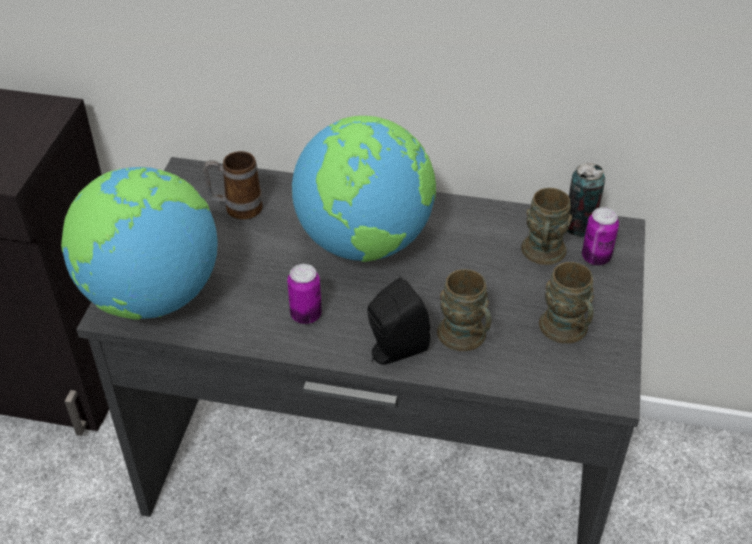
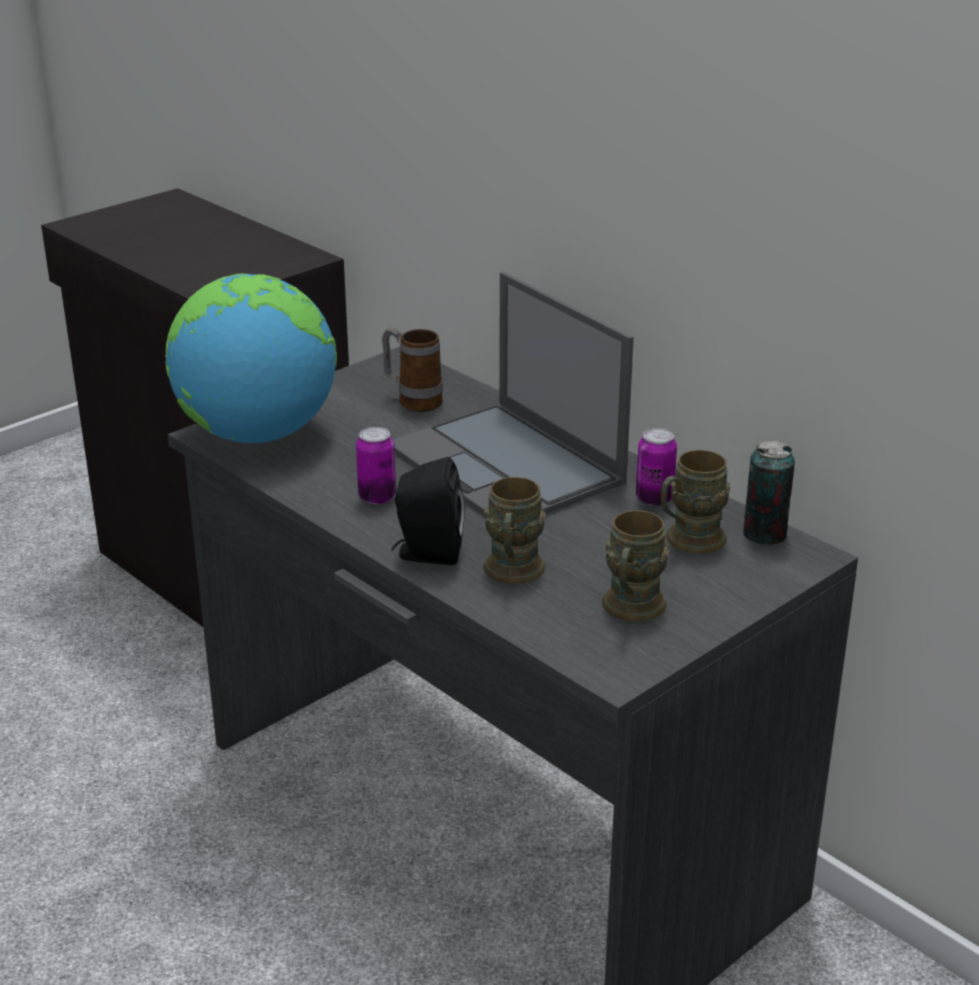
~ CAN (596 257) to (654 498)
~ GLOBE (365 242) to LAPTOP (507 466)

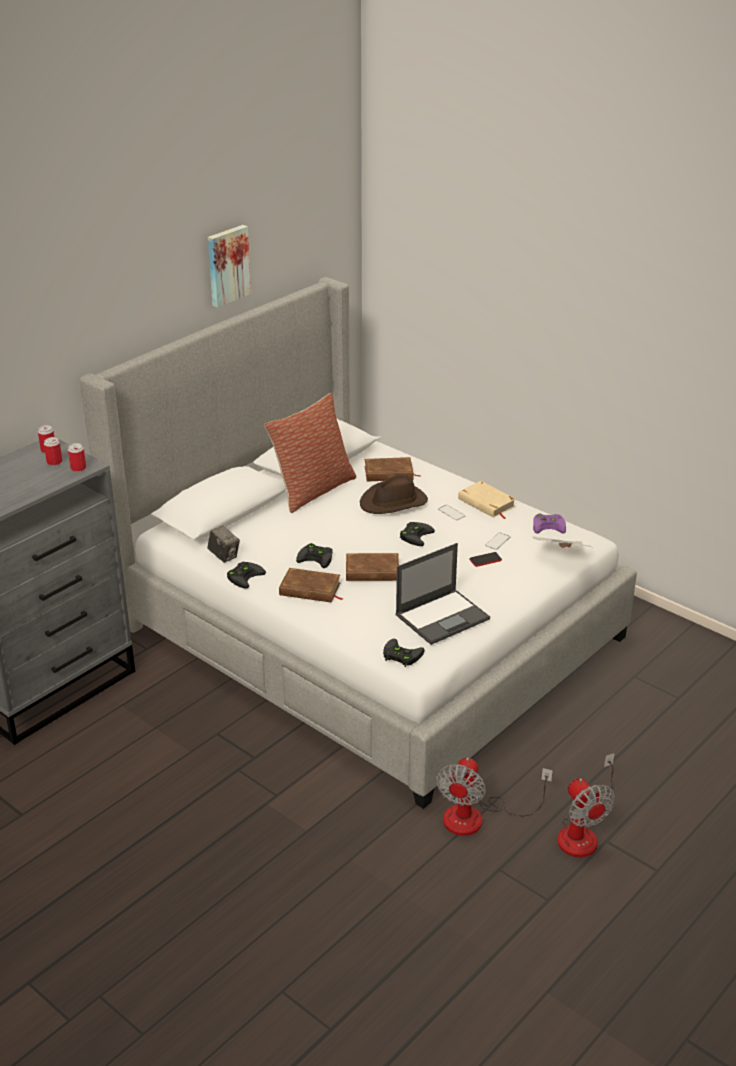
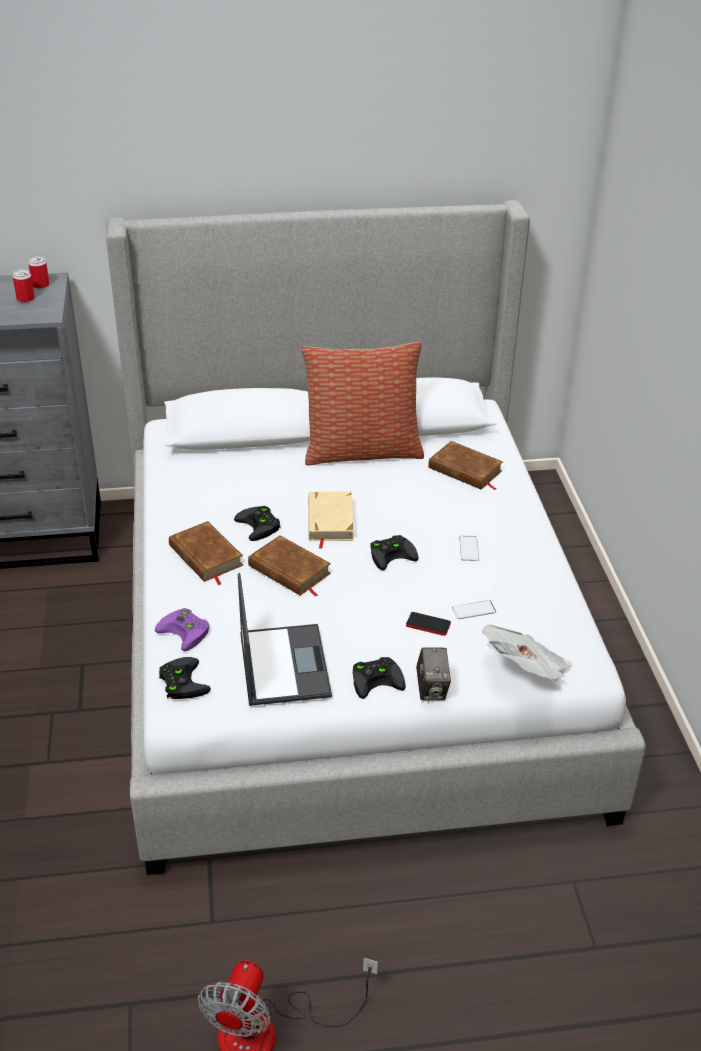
- CAN (78 468)
- PICTURE (227 265)
- BROWN HAT (394 502)
- FAN (477 817)
~ PHOTO CAMERA (224 556) to (432 689)
~ BLACK GAME CONTROLLER (244 576) to (377 678)
~ BEIGE BOOK (486 503) to (330 521)
~ PURPLE GAME CONTROLLER (549 525) to (186 631)
~ LAPTOP (443 616) = (283 664) 105 degrees counterclockwise

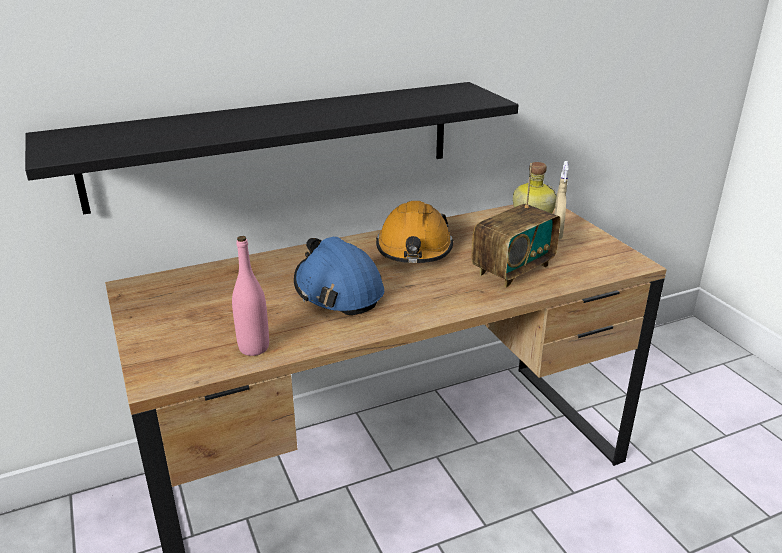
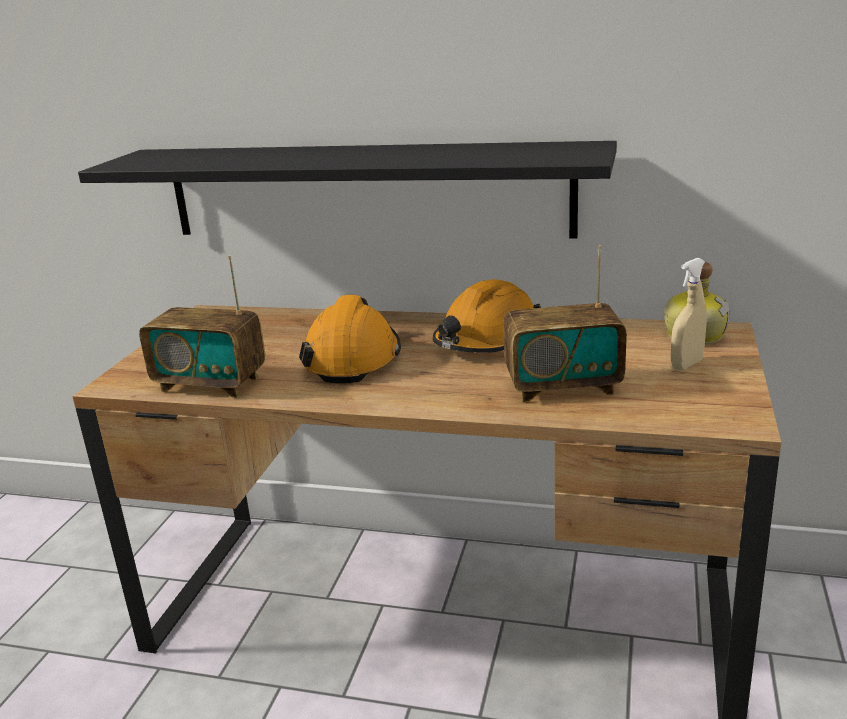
~ PINK BOTTLE (254 348) to RADIO (211 384)
~ BLUE HARD HAT (338 290) to ORANGE HARD HAT (352 358)

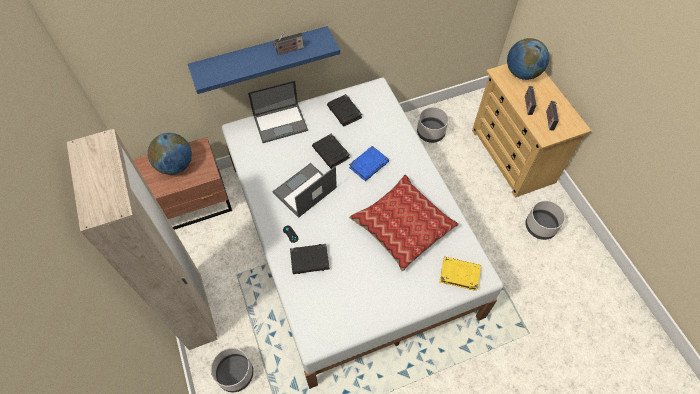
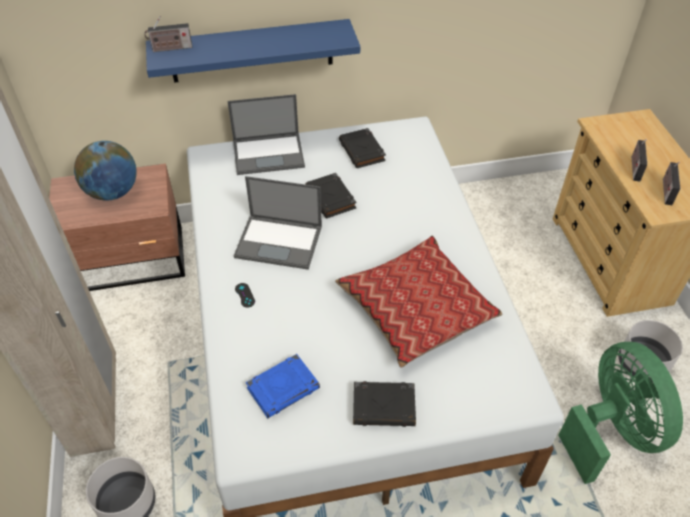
- GREY PLANTER (430 132)
- YELLOW BOOK (459 274)
- GLOBE (522 73)
+ GREEN FAN (611 430)
~ RADIO (289 50) to (170 48)
~ BLACK BOOK (310 260) to (384 406)
~ BLUE BOOK (369 164) to (283 388)
~ LAPTOP (304 191) = (280 241) 135 degrees counterclockwise

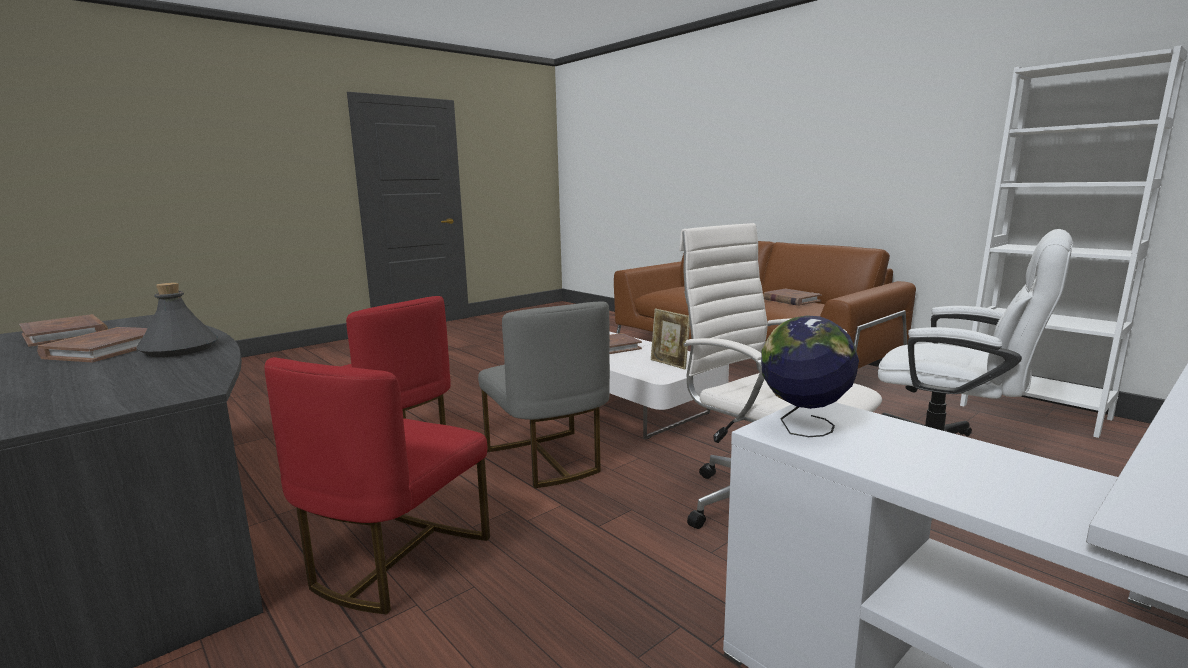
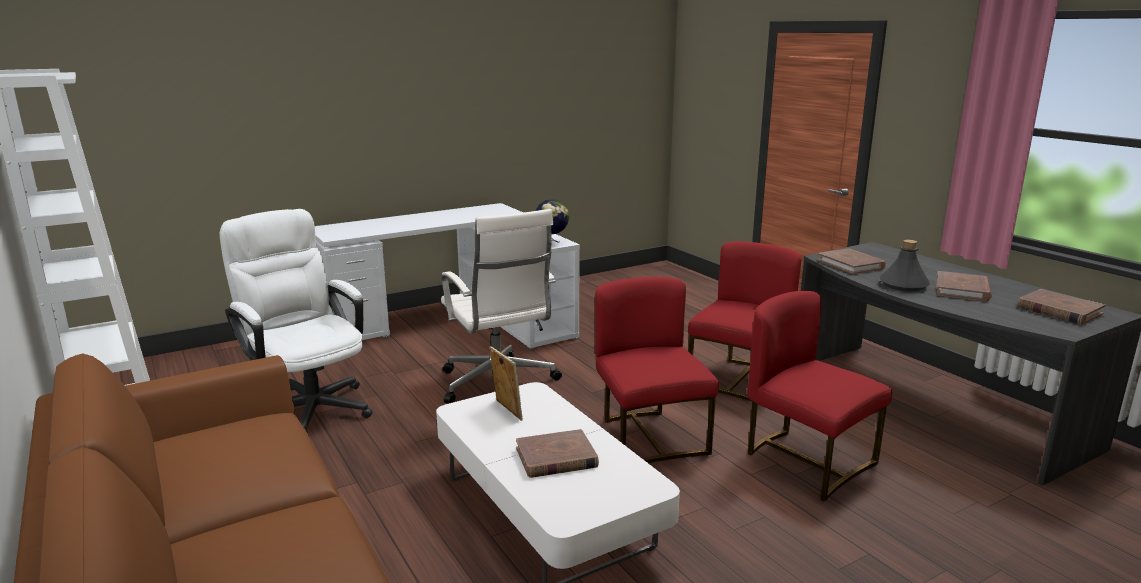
~ BROWN BOOK (791 300) to (850 264)
~ GREY CHAIR (547 459) to RED CHAIR (649 437)

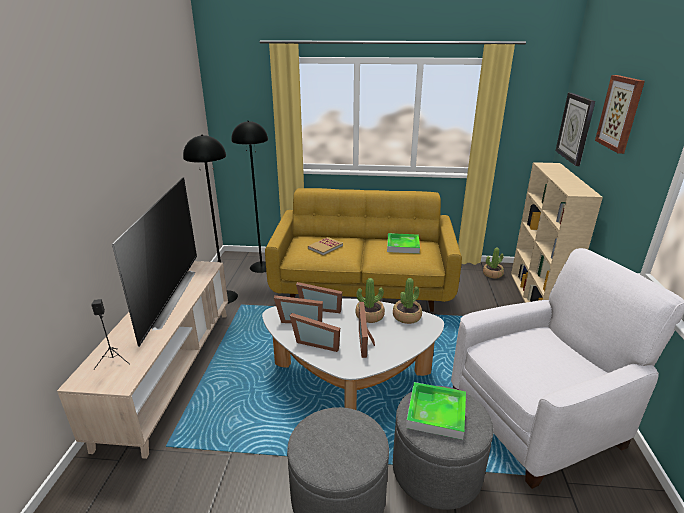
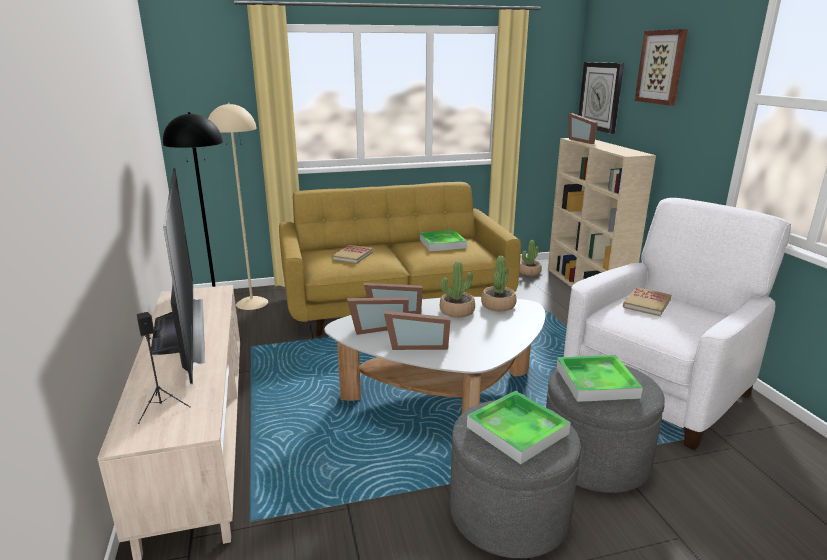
+ TRAY (517 430)
+ BOOK (646 303)
~ PICTURE FRAME (367 341) to (583 141)
~ BLACK FLOOR LAMP (261 267) to BEIGE FLOOR LAMP (252 303)

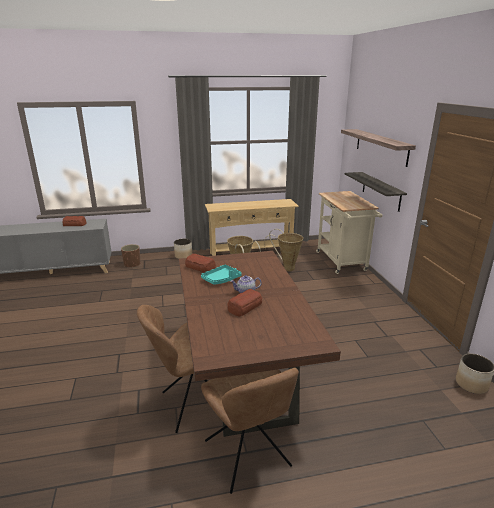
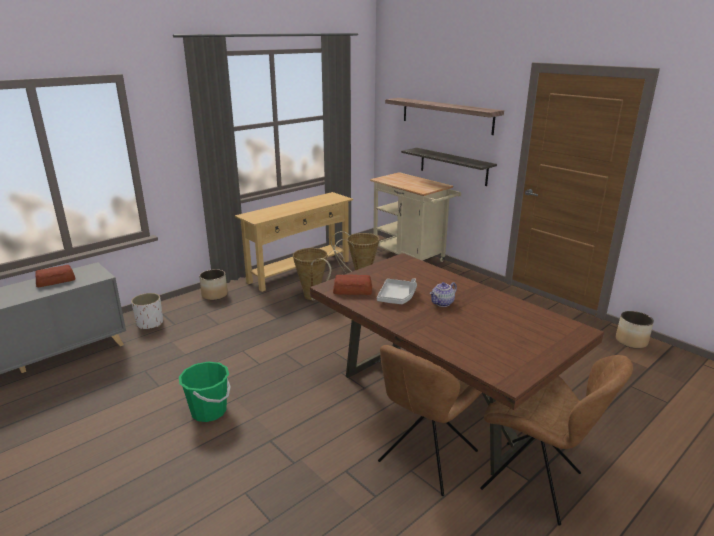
- BREAD (244 307)
+ GREEN BUCKET (209 411)
~ BROWN PLANTER (132 264) to WHITE PLANTER (150 323)
~ TURQUOISE TRAY (221 279) to GREY TRAY (397 297)

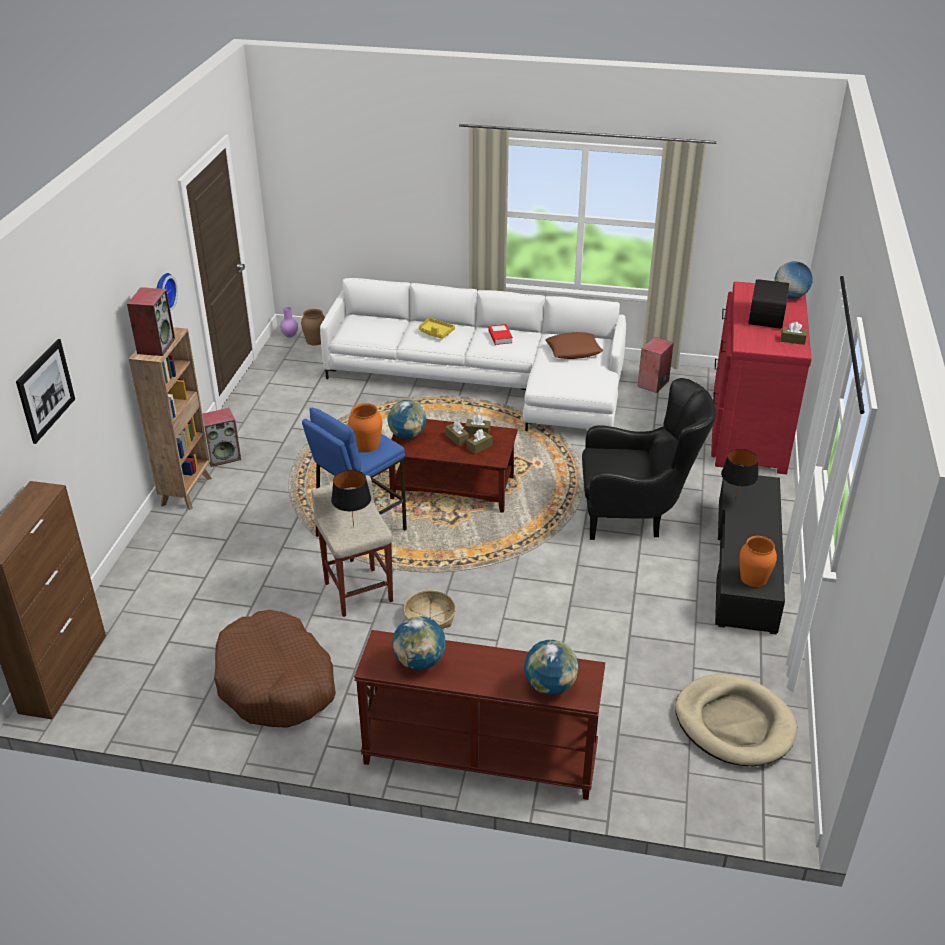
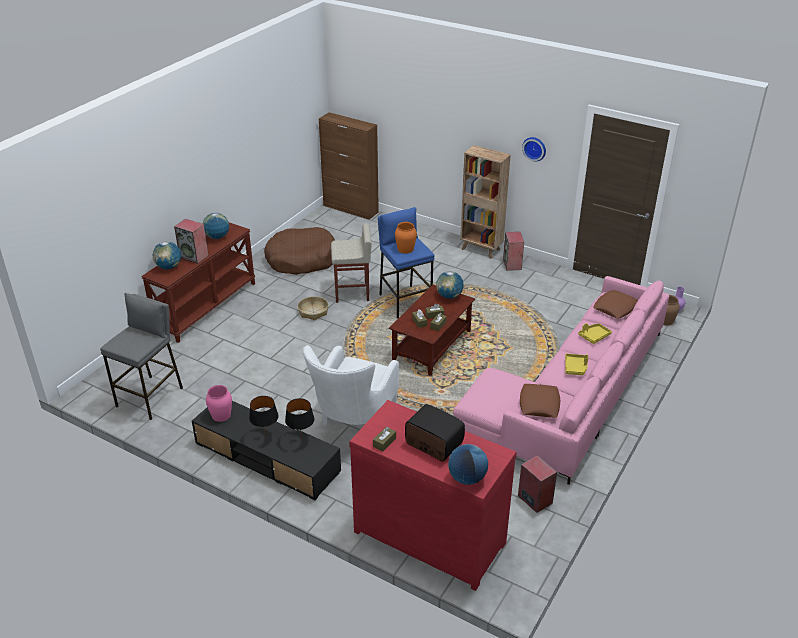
- PICTURE (45 390)
+ BROWN PILLOW (615 308)
~ SPEAKER (156 345) to (194 256)
~ BLACK TABLE LAMP (353 526) to (266 436)
~ BOOK (500 337) to YELLOW TRAY (575 368)
~ BEIGE DOG BED (734 724) to GREY STOOL (150 397)
~ WHITE SOFA (488 382) to PINK SOFA (570 396)
~ BLACK ARMCHAIR (636 515) to WHITE ARMCHAIR (352 422)
~ ORANGE VASE (754 578) to PINK VASE (221 415)

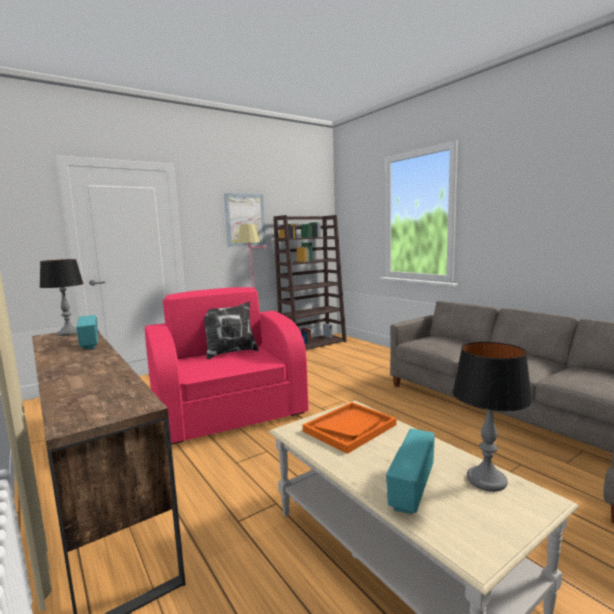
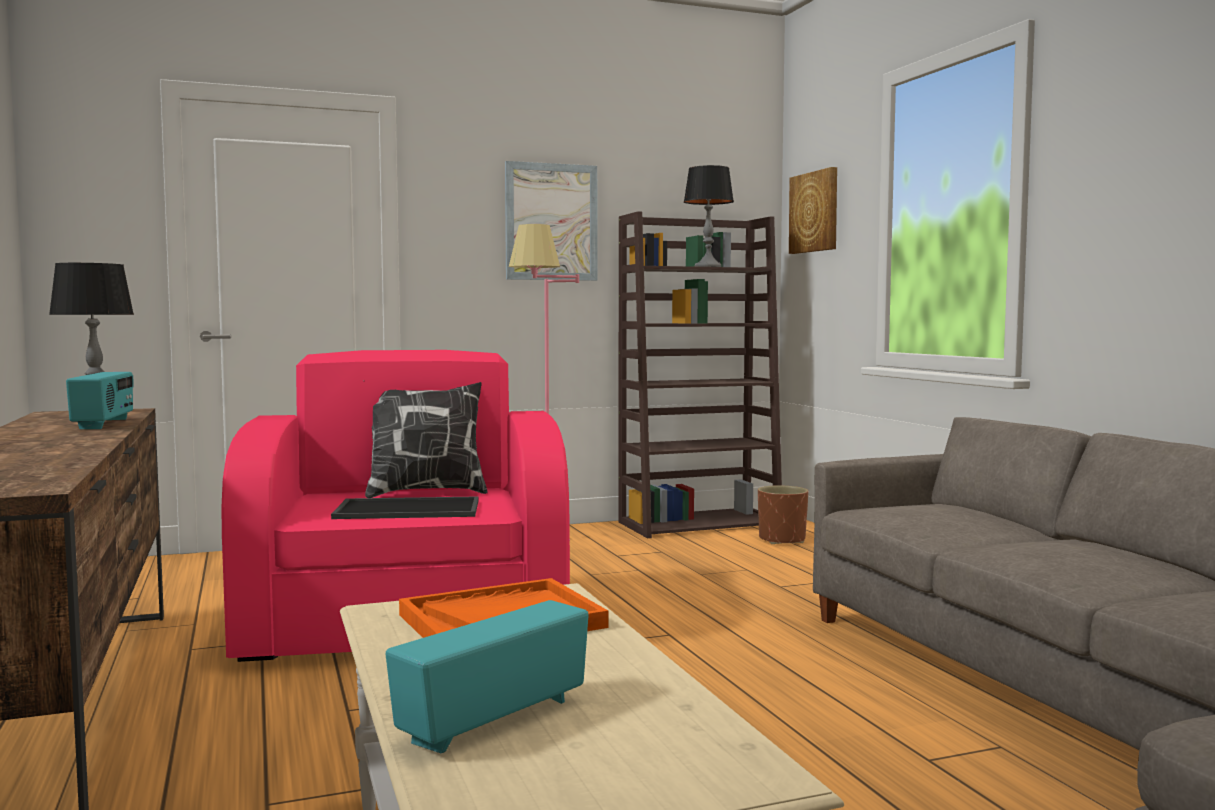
+ TRAY (410 509)
+ BROWN PLANTER (782 540)
+ PICTURE (815 212)
~ TABLE LAMP (487 480) to (708 267)

